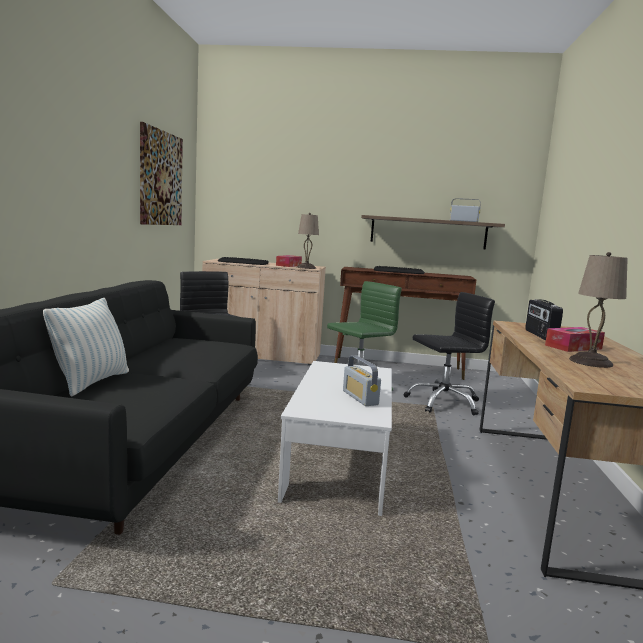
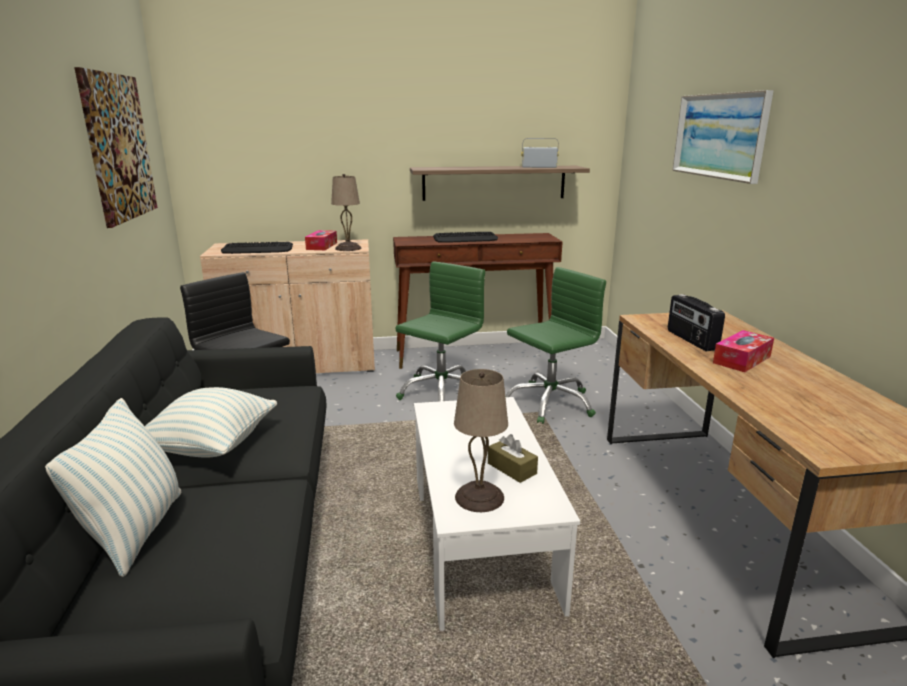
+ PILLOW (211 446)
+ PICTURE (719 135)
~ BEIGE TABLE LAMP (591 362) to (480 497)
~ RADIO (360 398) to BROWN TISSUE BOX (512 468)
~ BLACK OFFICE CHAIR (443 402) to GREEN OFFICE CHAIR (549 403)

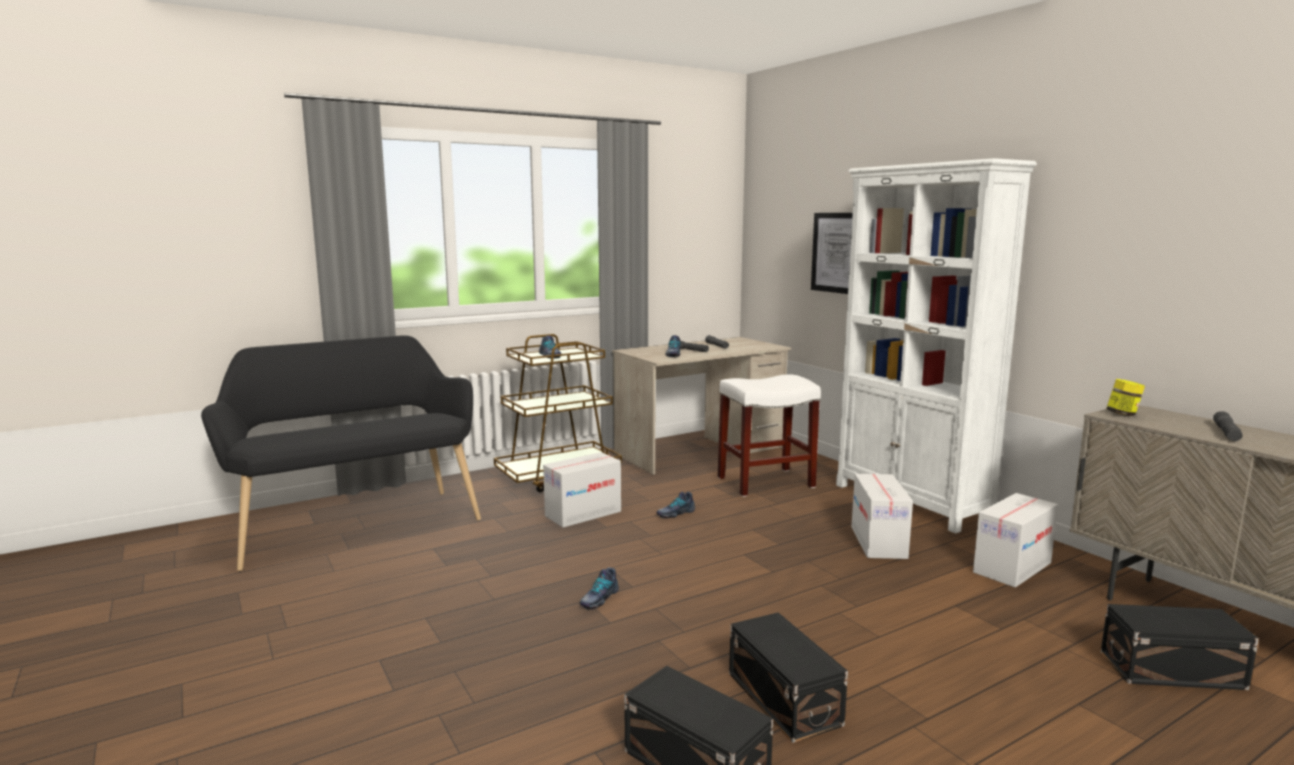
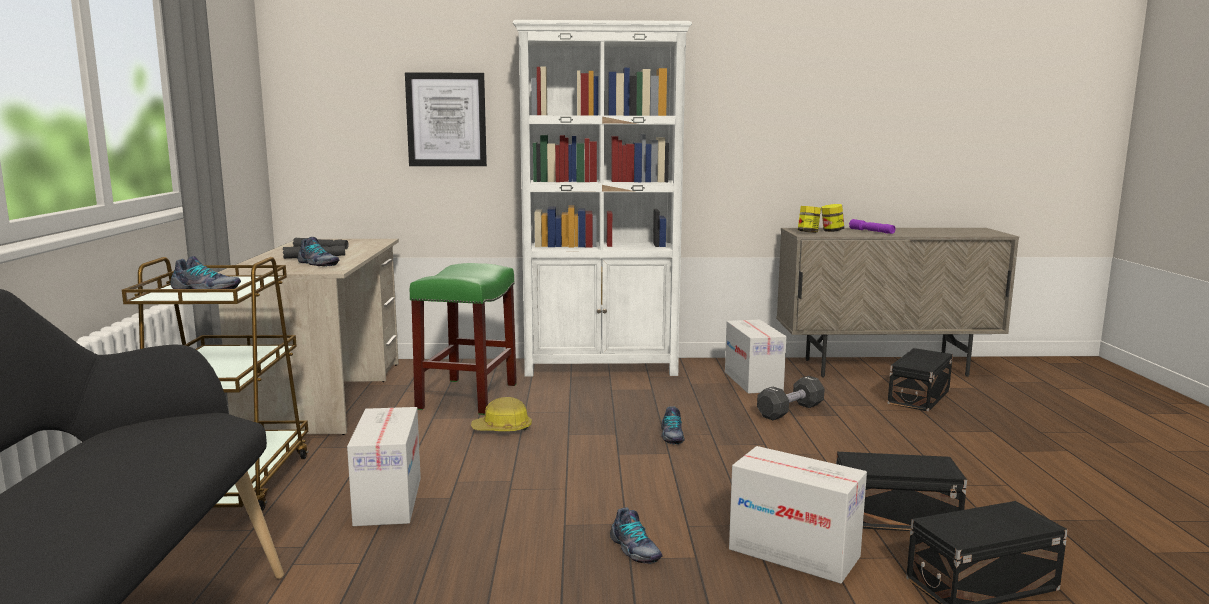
+ HARD HAT (502 429)
+ BLACK DUMBBELL (790 411)
+ JAR (831 231)
~ SHOE (675 513) to (671 436)
~ CARDBOARD BOX (878 542) to (794 553)
~ WHITE STOOL (765 482) to GREEN STOOL (468 396)
~ GREY FLASHLIGHT (1226 433) to PURPLE FLASHLIGHT (871 231)

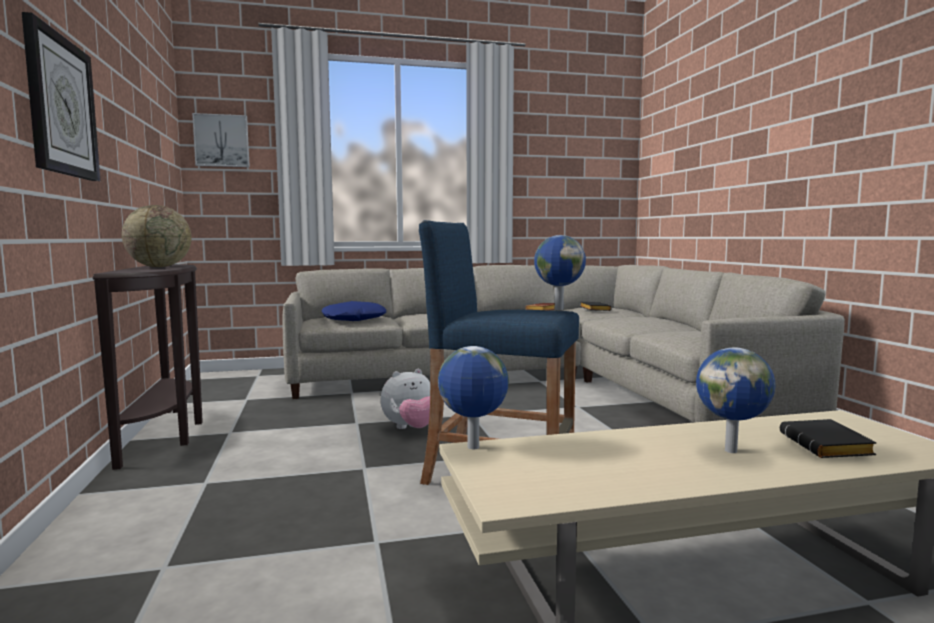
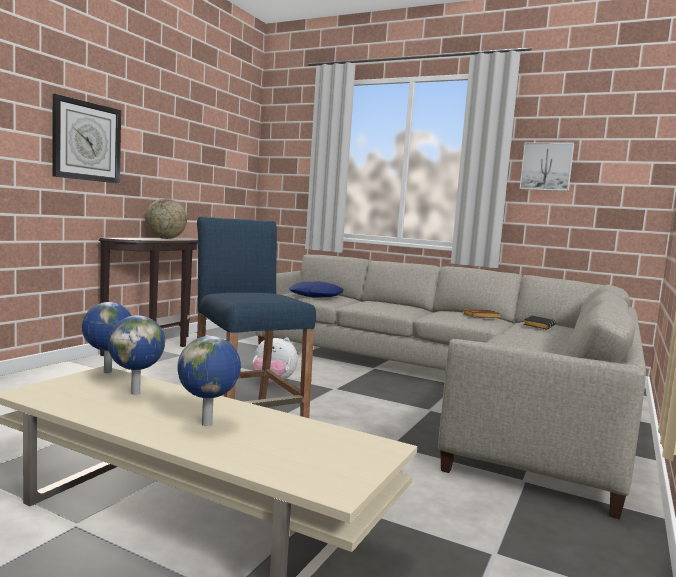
- BLACK BOOK (828 447)
~ PICTURE (222 141) to (546 166)
~ GLOBE (558 309) to (136 393)

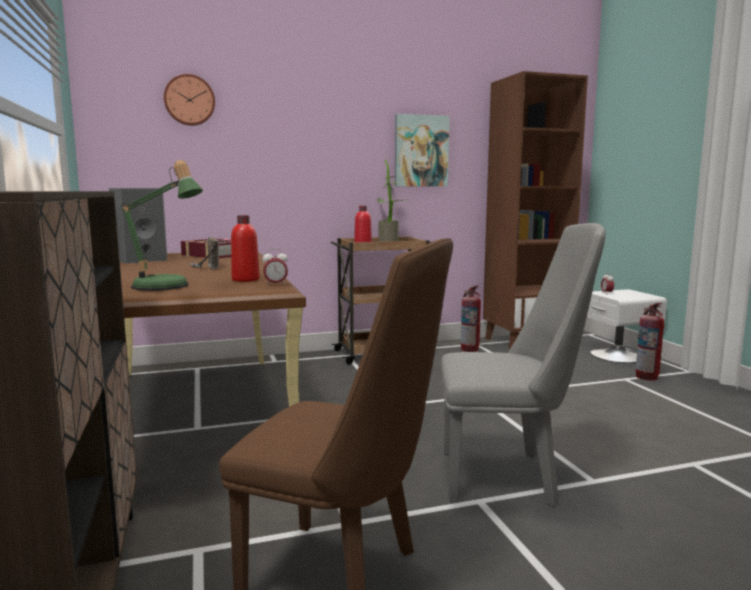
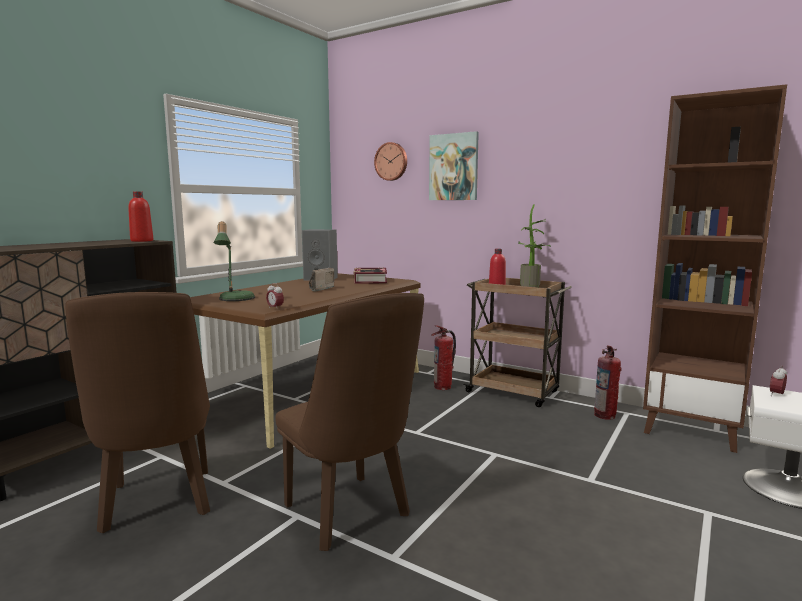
~ RED BOTTLE (245 280) to (142 241)
~ PICTURE (421 151) to (453 167)
~ FIRE EXTINGUISHER (647 377) to (443 387)
~ GREY CHAIR (508 476) to BROWN CHAIR (351 515)

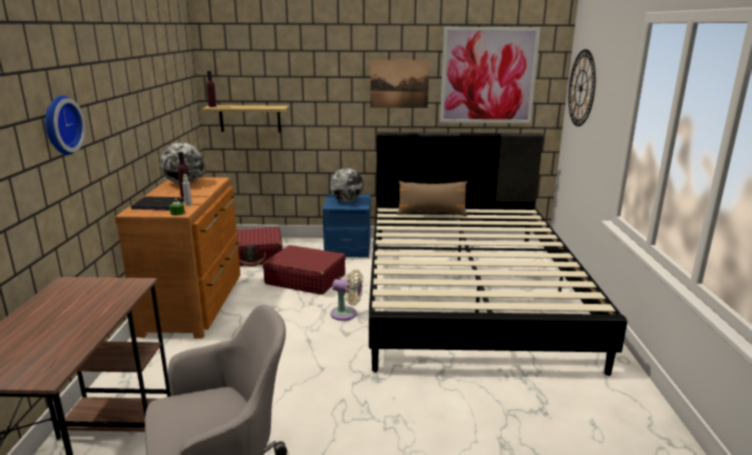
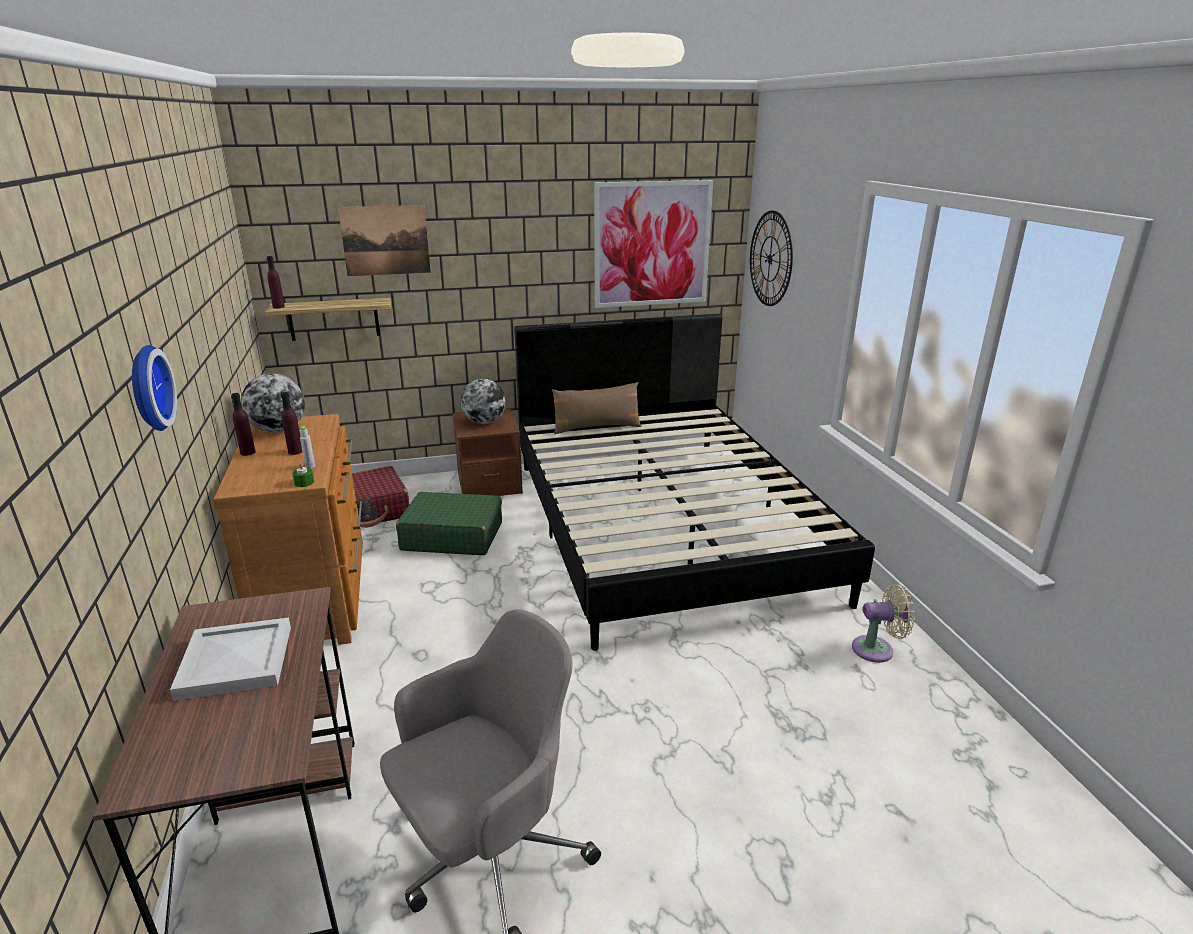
- LAPTOP (158 205)
+ WHITE TRAY (238 660)
+ PURPLE BOTTLE (248 452)
~ BEIGE FAN (346 314) to (877 649)
~ PICTURE (399 84) to (385 240)
~ RED SUITCASE (305 279) to GREEN SUITCASE (452 536)
~ BLUE NIGHTSTAND (348 248) to BROWN NIGHTSTAND (489 483)

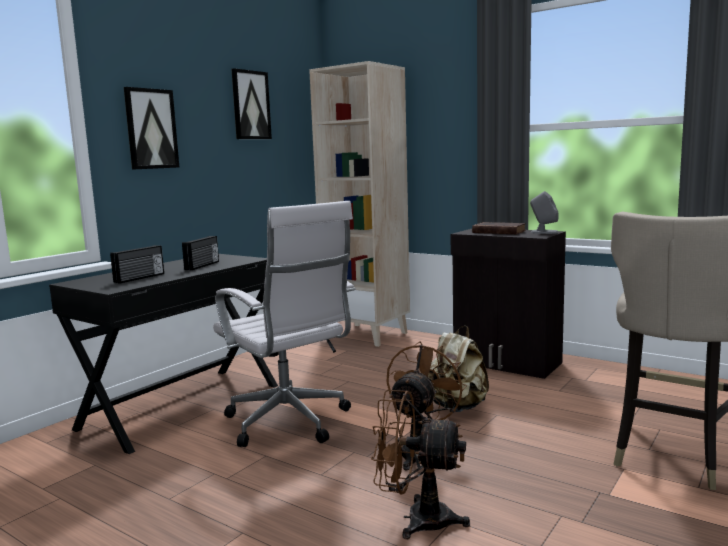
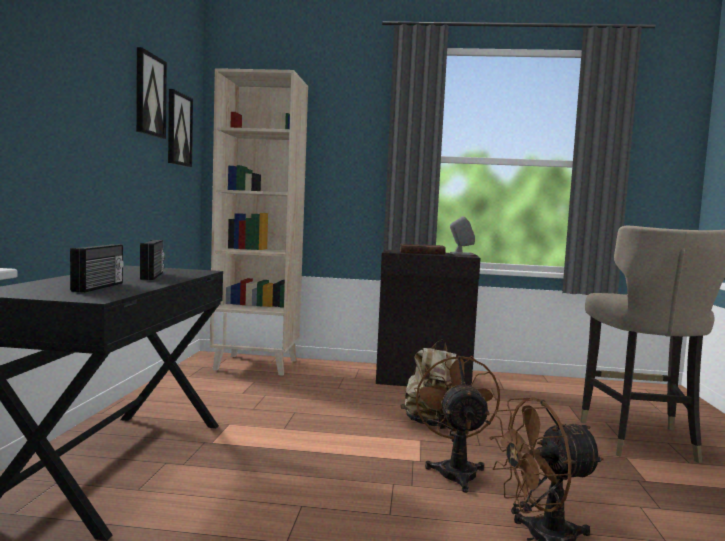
- WHITE OFFICE CHAIR (290 423)
~ PICTURE (151 129) to (178 129)

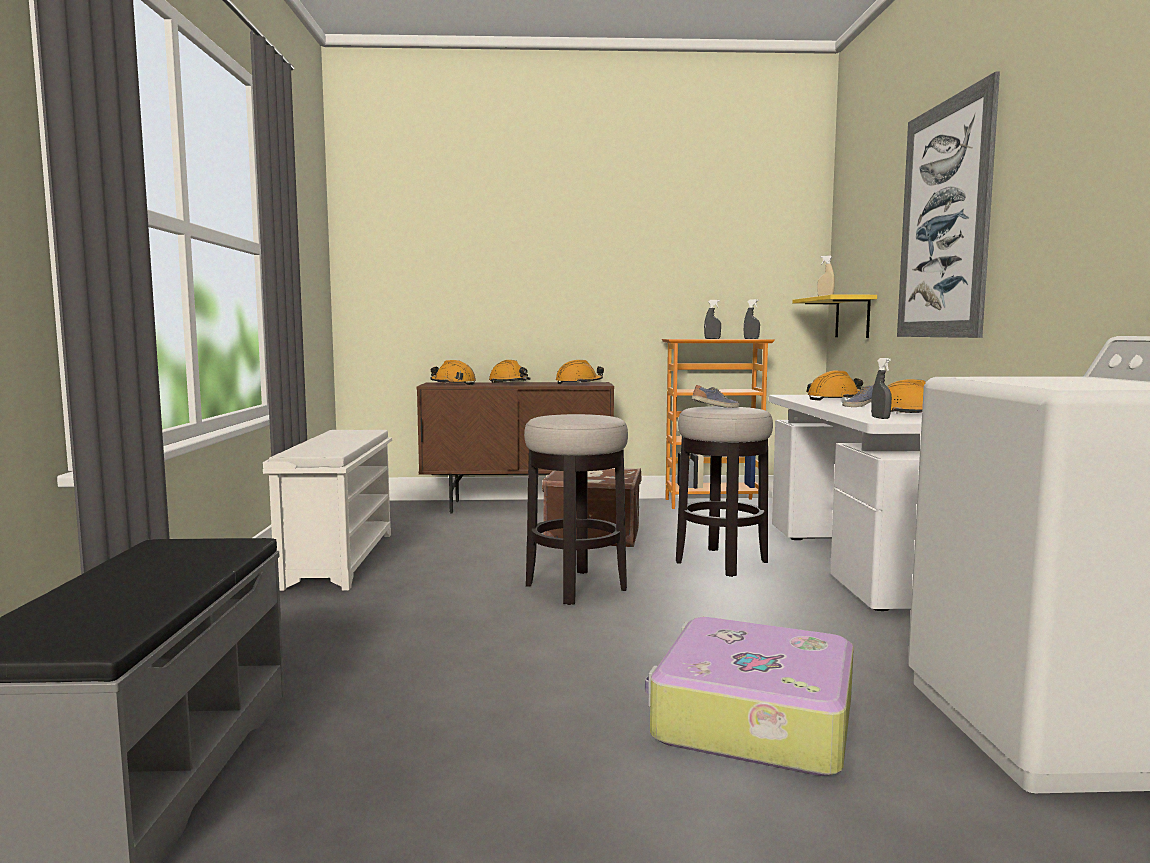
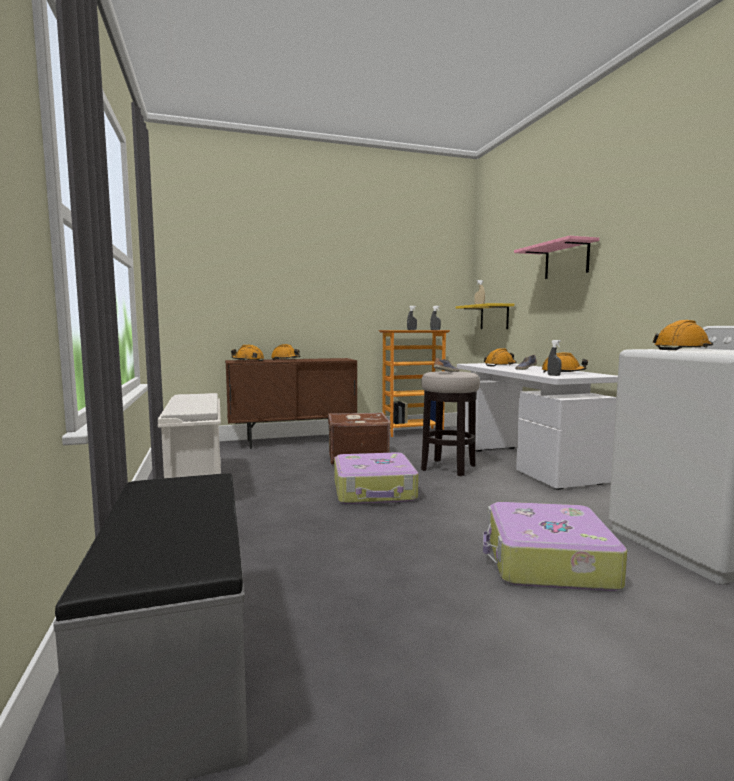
~ ORANGE HARD HAT (579 383) to (682 349)
~ STOOL (576 587) to SUITCASE (374 491)
~ PICTURE (944 220) to PINK SHELF (566 260)

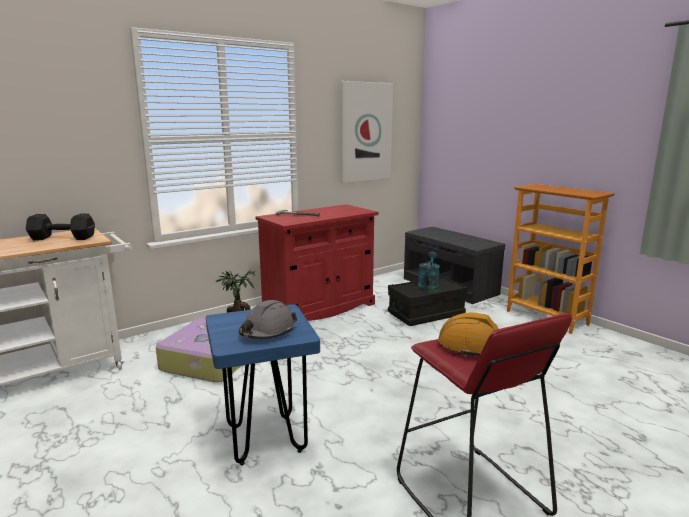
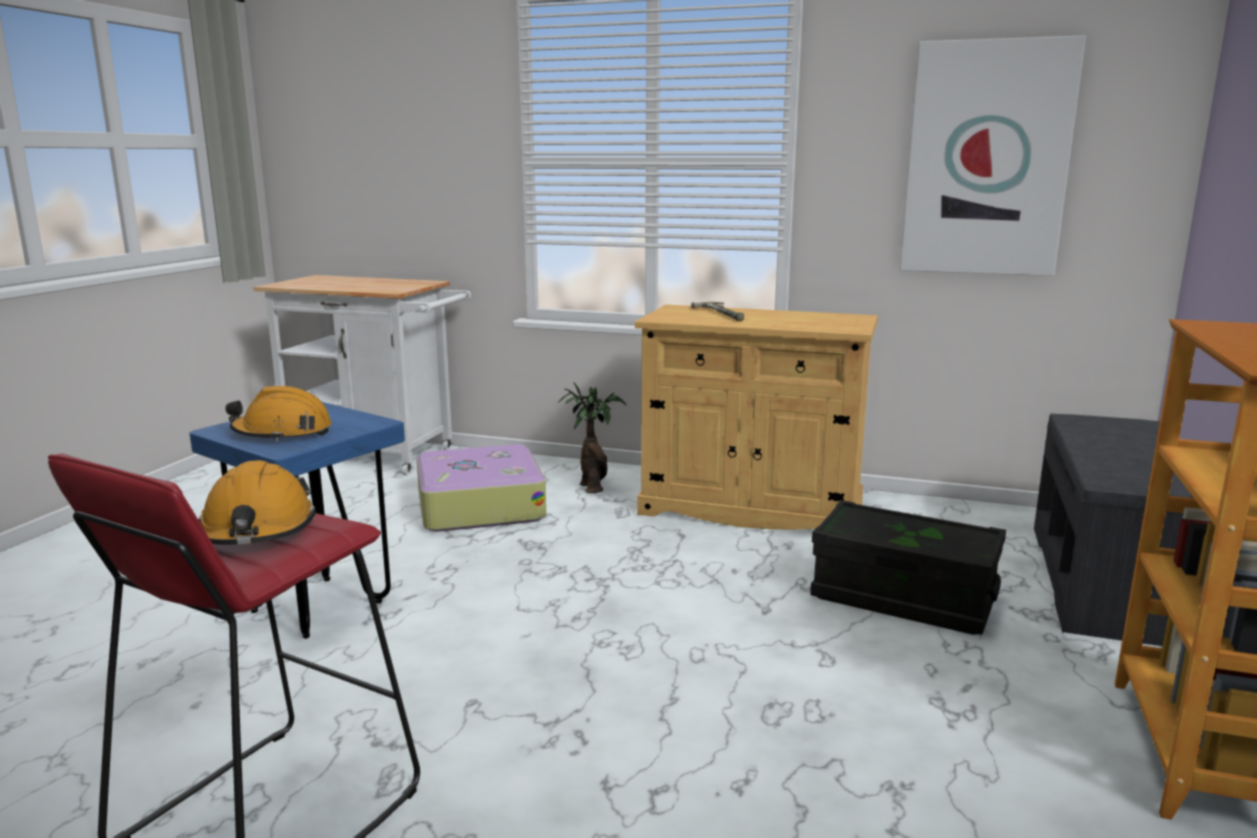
- BLACK DUMBBELL (61 238)
- TURQUOISE WATERING CAN (428 285)
~ GREY HARD HAT (267 331) to ORANGE HARD HAT (282 433)
~ RED CABINET (319 308) to BEIGE CABINET (751 509)

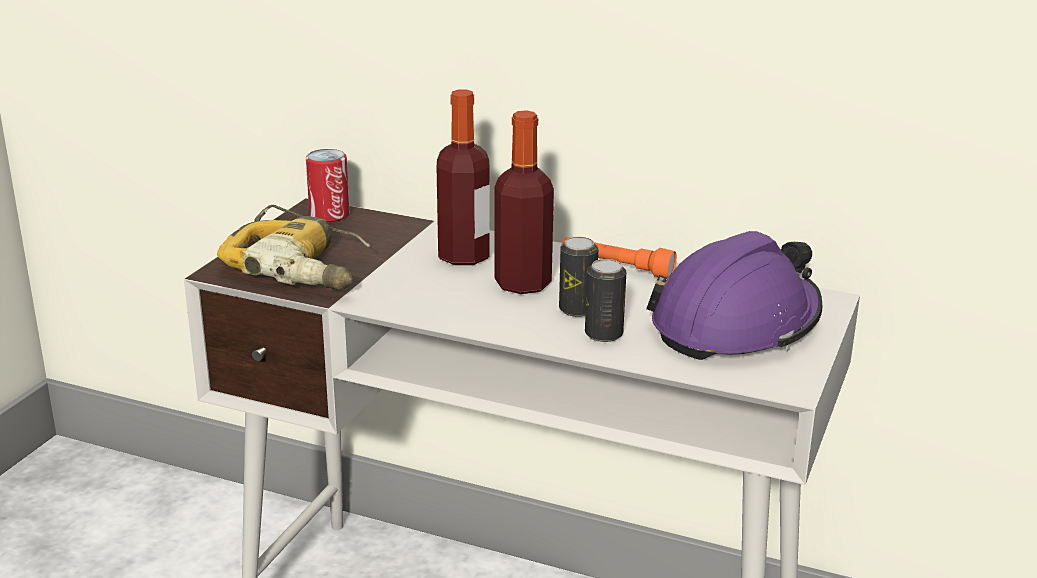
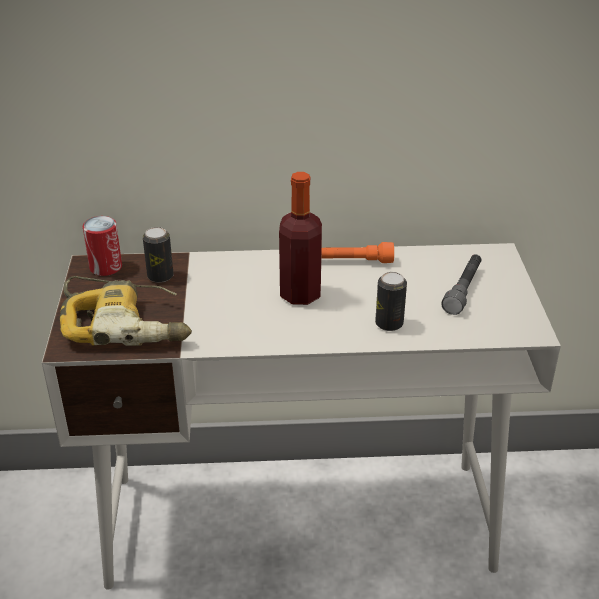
- BOTTLE (464 256)
~ CAN (577 309) to (160 276)
~ PURPLE HARD HAT (736 325) to GREY FLASHLIGHT (463 290)

